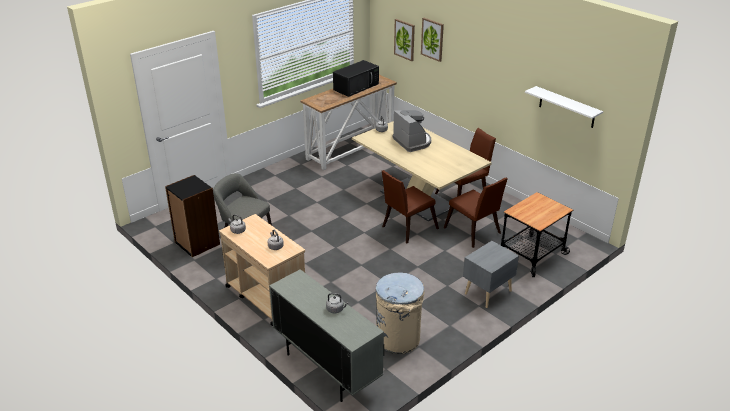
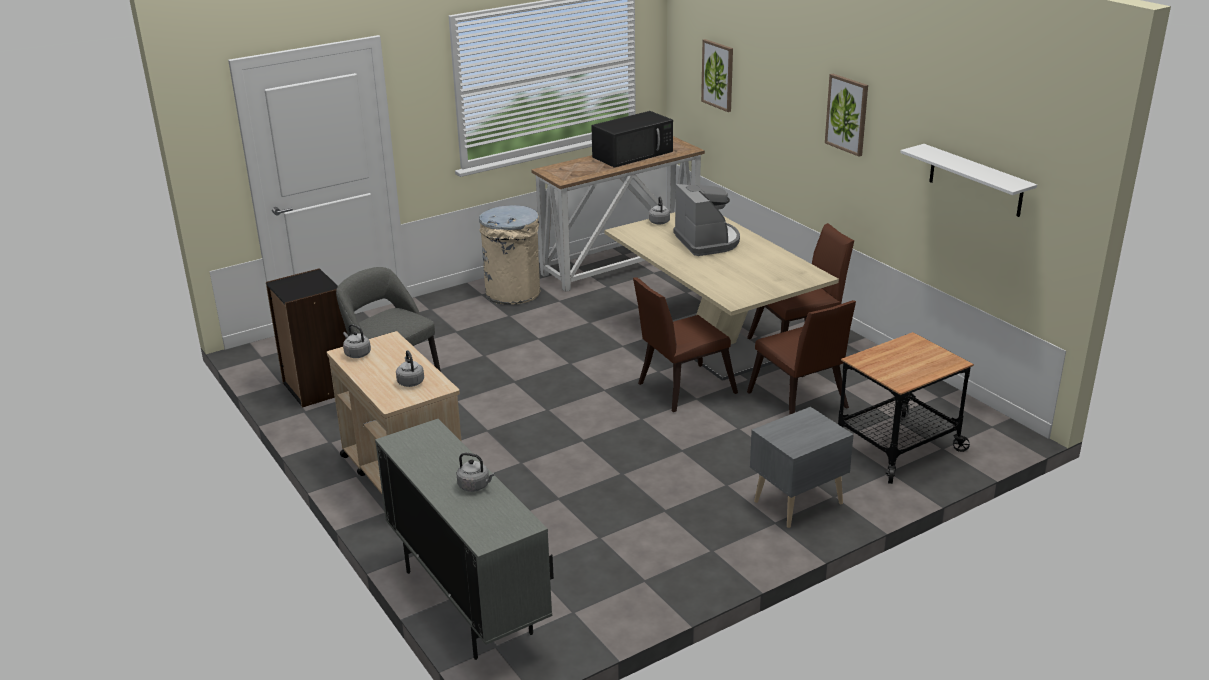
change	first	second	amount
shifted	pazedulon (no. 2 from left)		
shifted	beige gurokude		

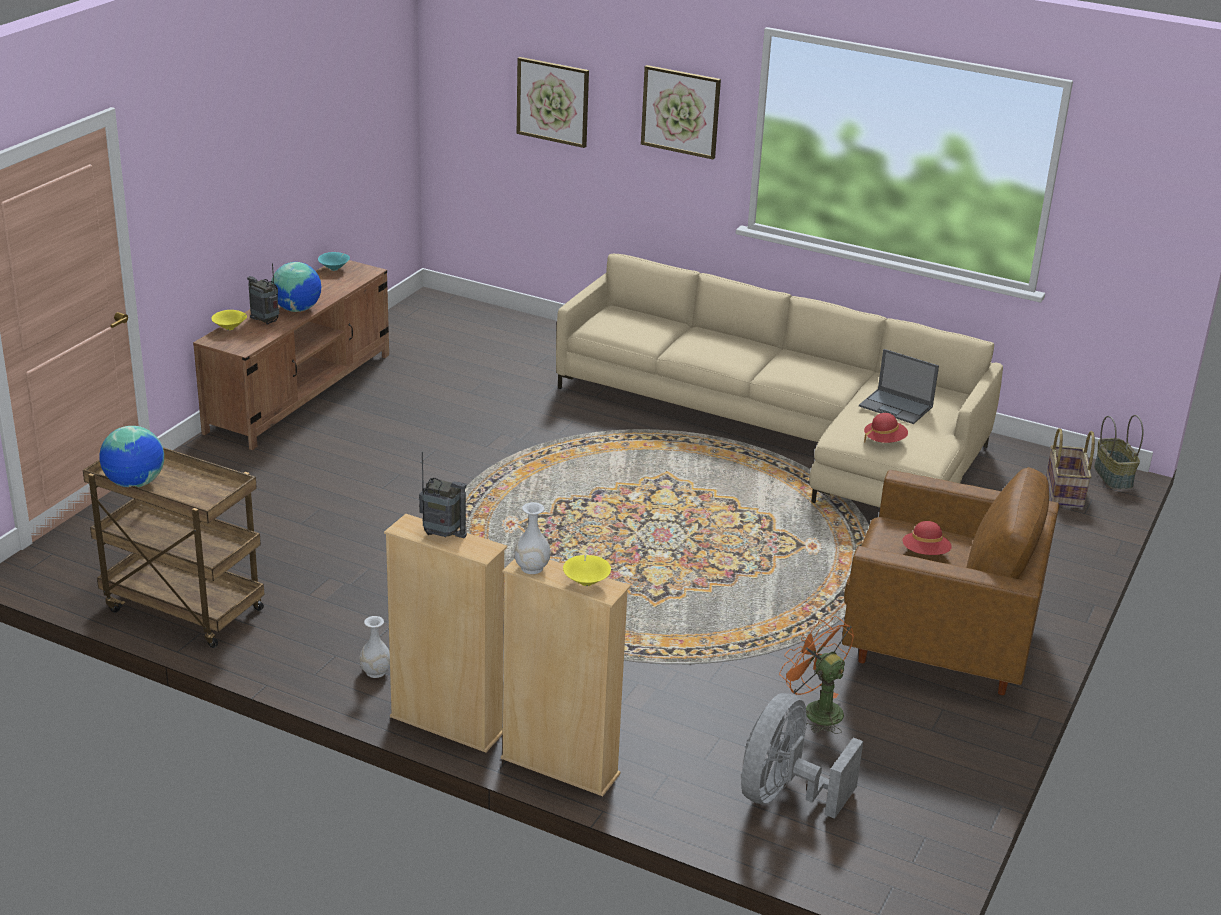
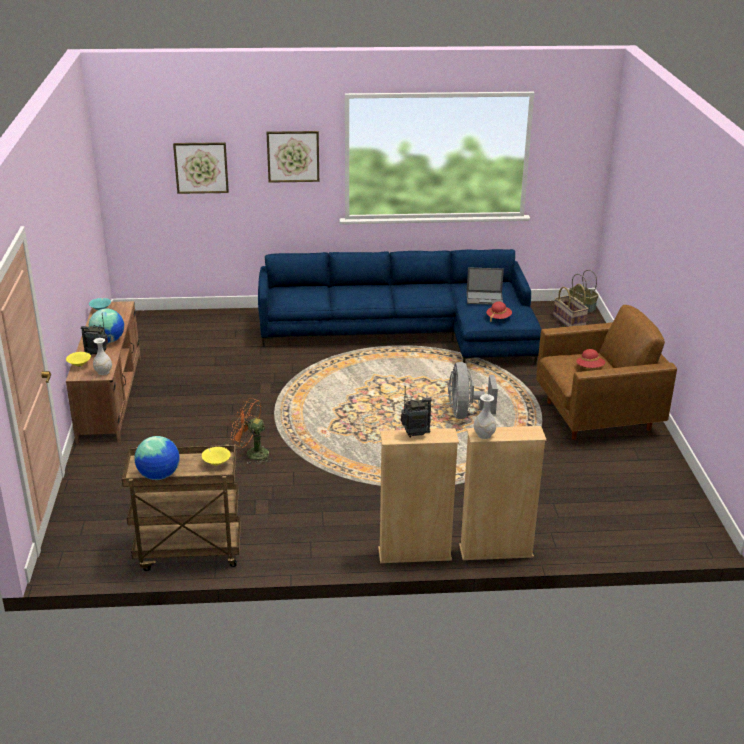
change	first	second	amount
repainted	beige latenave	blue latenave	
shifted	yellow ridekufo (no. 2 from left)		
shifted	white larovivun (no. 1 from left)		
shifted	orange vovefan		
shifted	grey vovefan		

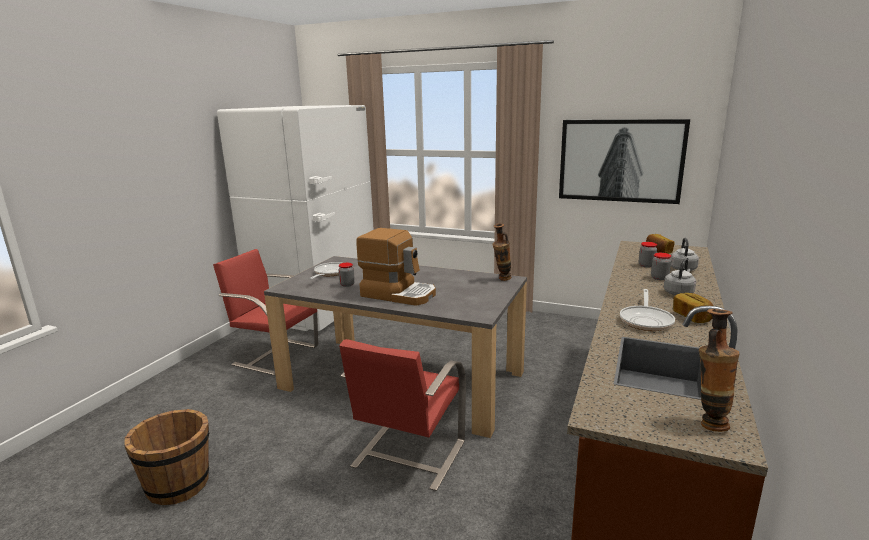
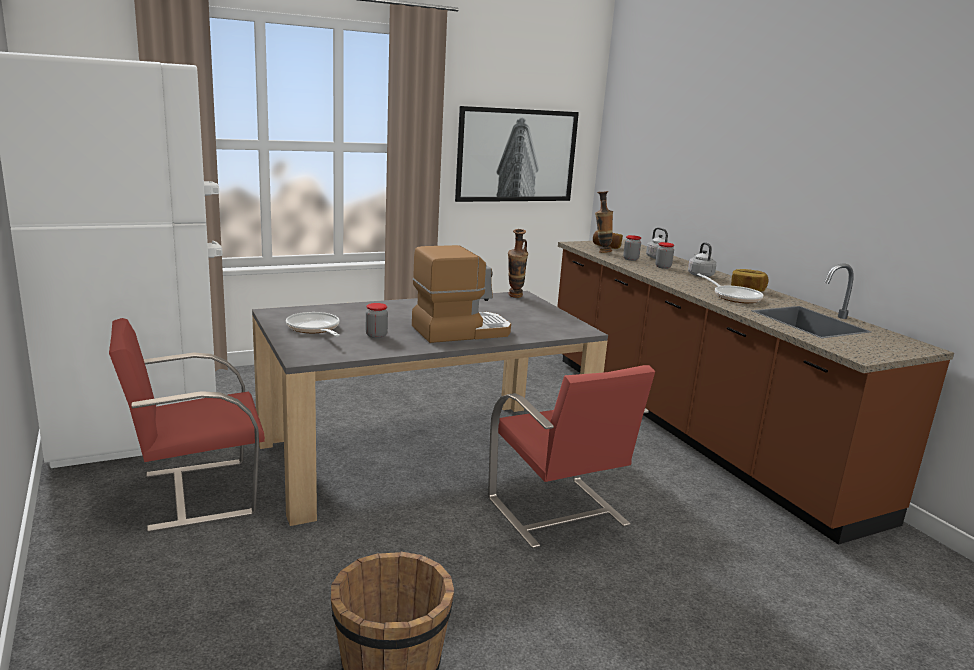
change	first	second	amount
shifted	larovivun (no. 2 from left)		

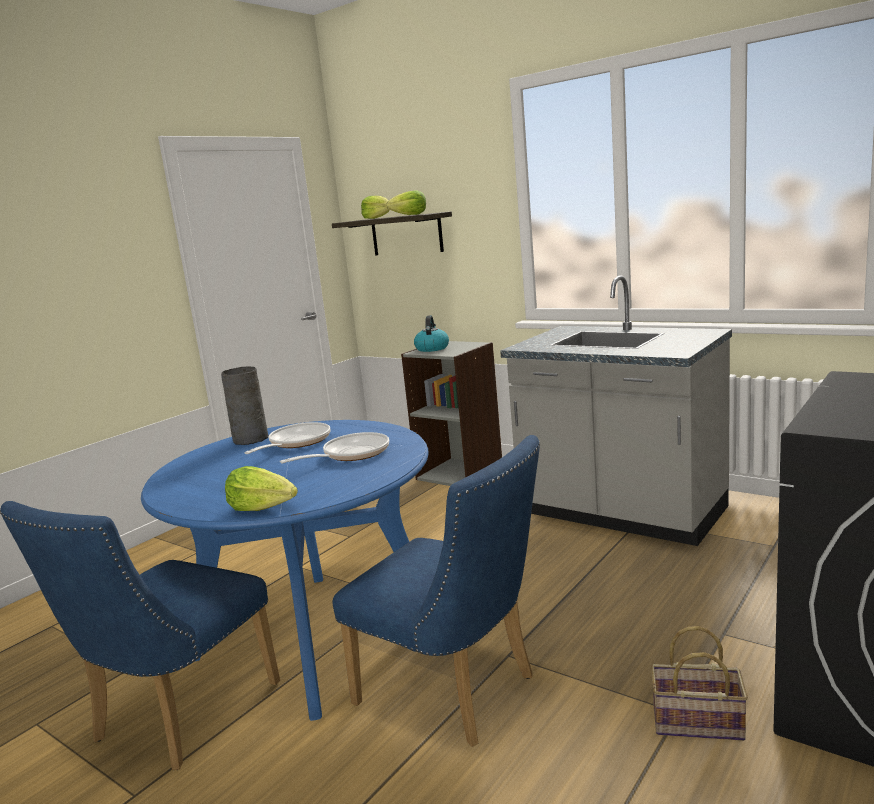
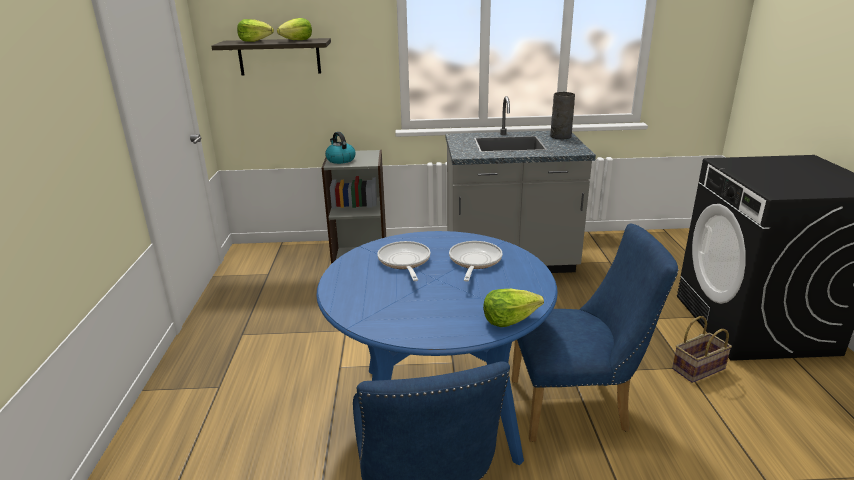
change	first	second	amount
shifted	grey larovivun		

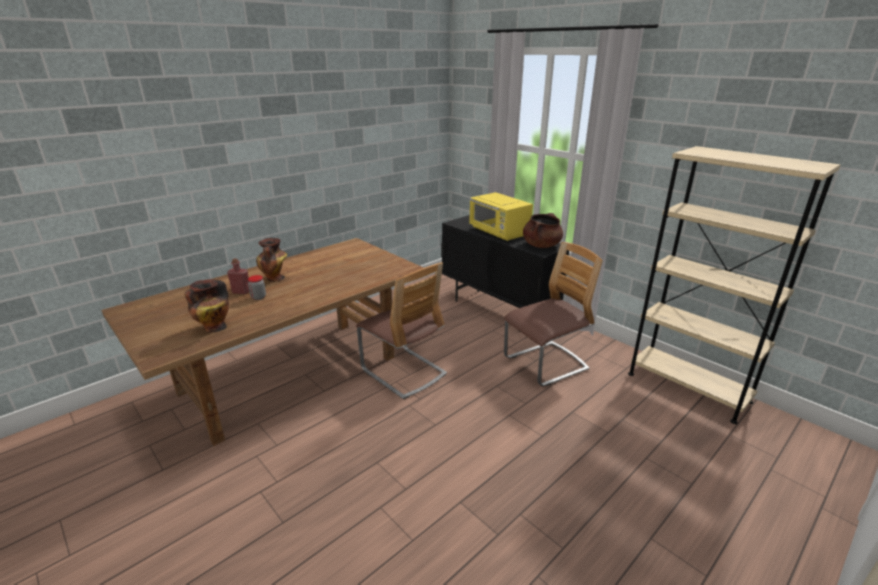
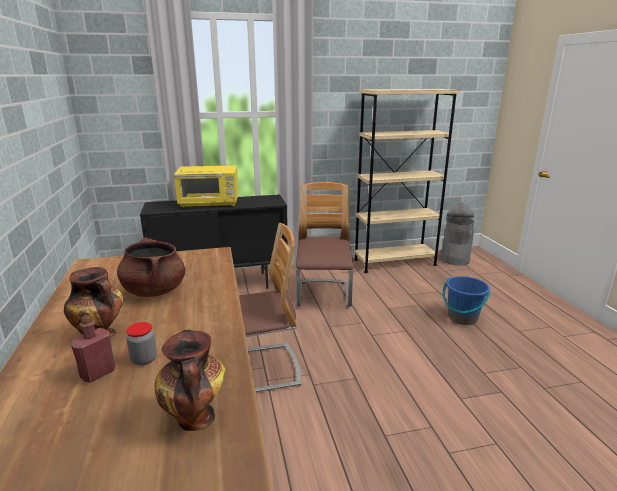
change	first	second	amount
shifted	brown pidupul		
new		grey gurokude	
new		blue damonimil	

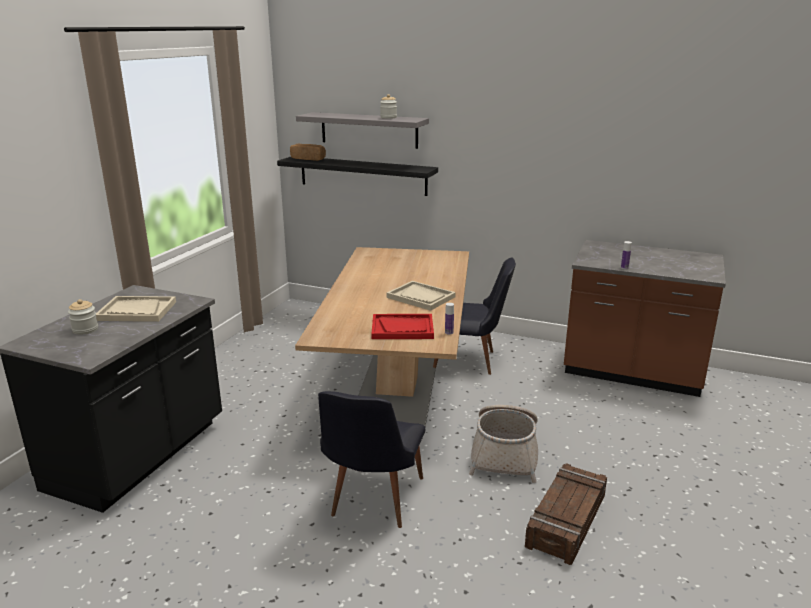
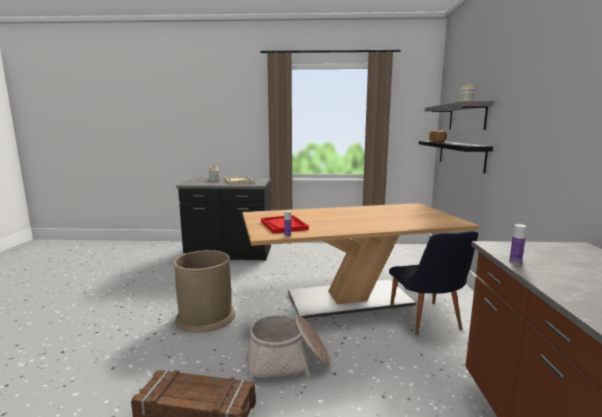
change	first	second	amount
gone	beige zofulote (no. 2 from left)		
swapped	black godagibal (no. 1 from left)	brown gurokude	

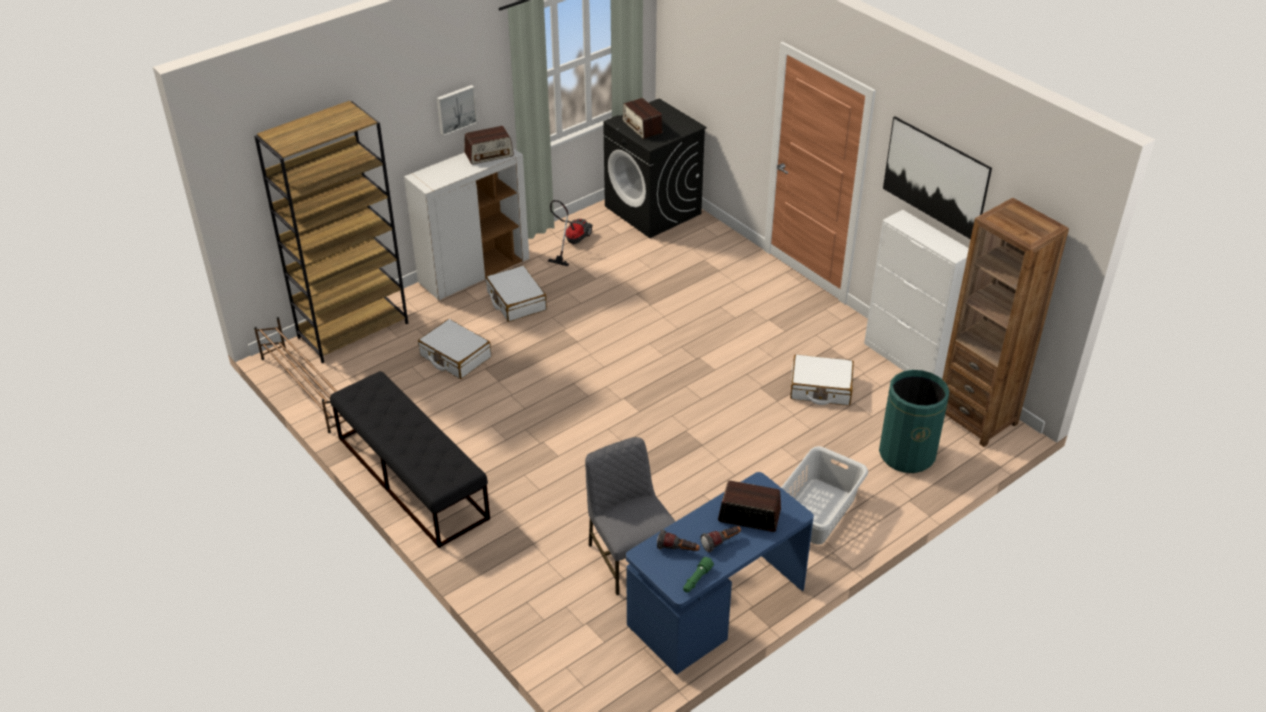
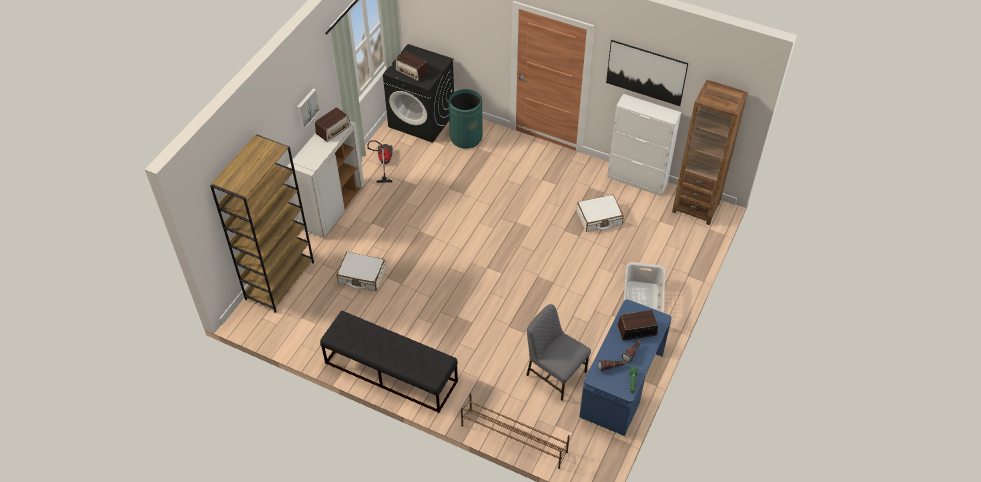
change	first	second	amount
gone	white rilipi (no. 2 from left)		
shifted	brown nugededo		
shifted	green gurokude		

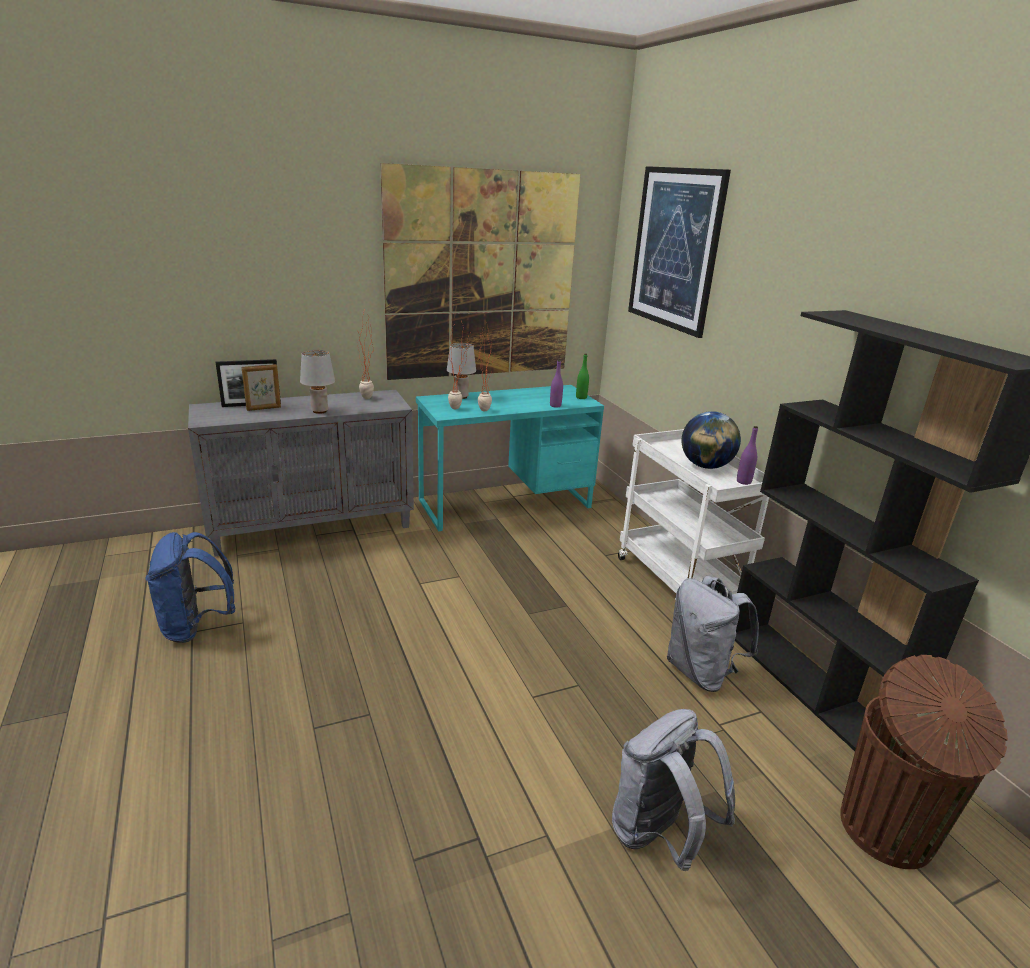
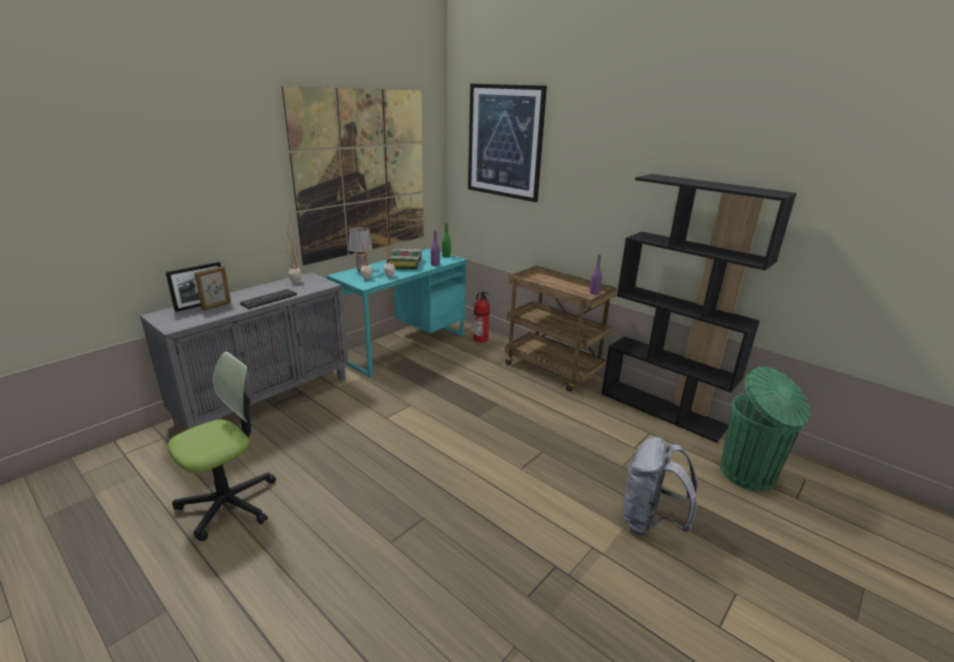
change	first	second	amount
swapped	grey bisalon (no. 1 from left)	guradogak	
gone	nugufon		
repainted	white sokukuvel	brown sokukuvel	
swapped	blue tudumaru	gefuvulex	
gone	grey tudumaru (no. 2 from left)		
repainted	brown gurokude	green gurokude	
new		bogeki	
new		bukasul	

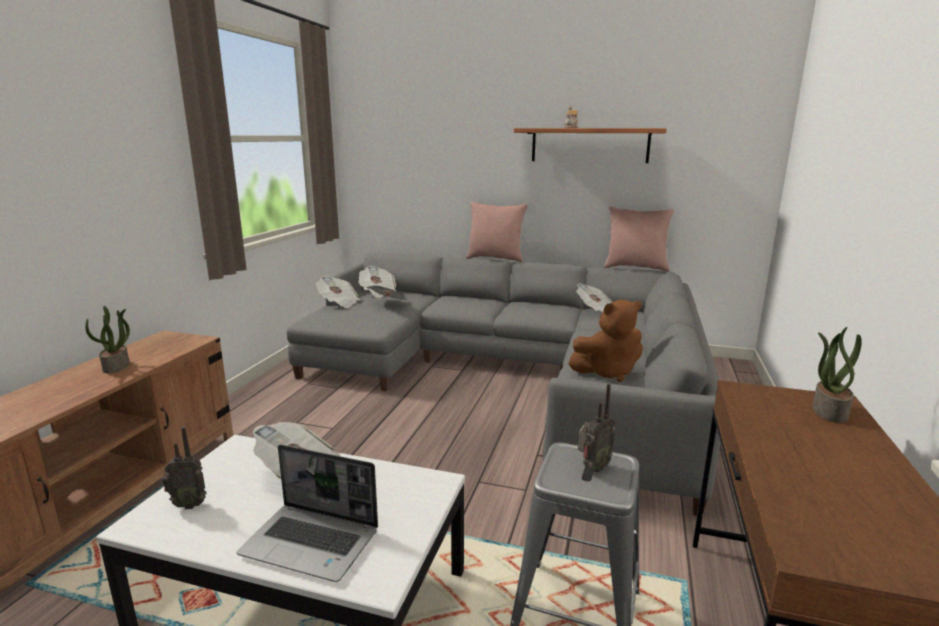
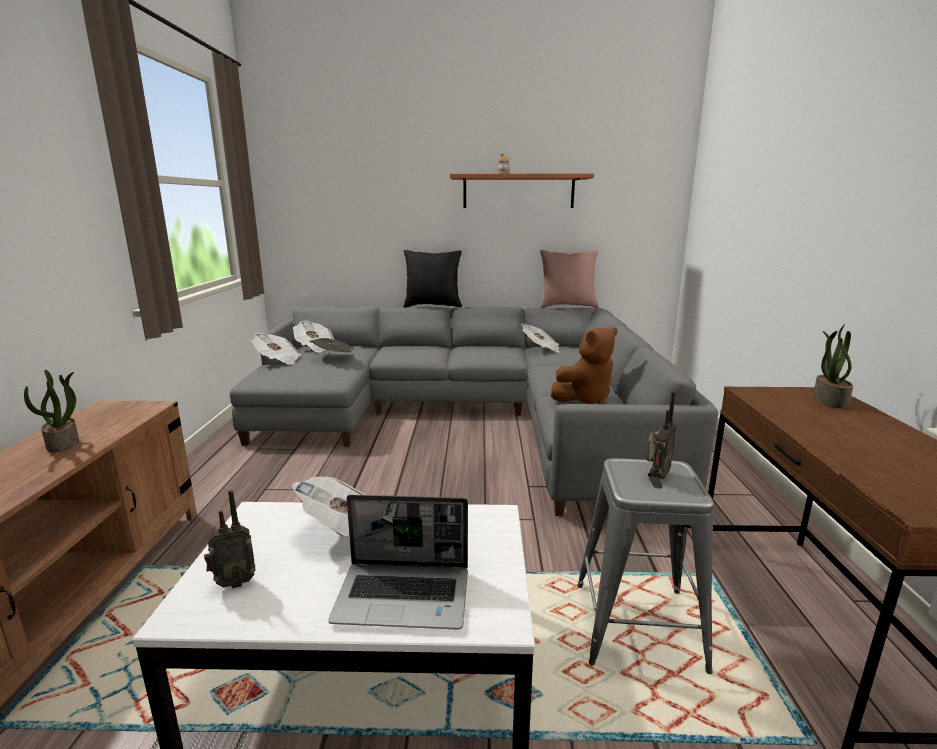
change	first	second	amount
repainted	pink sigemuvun (no. 1 from left)	black sigemuvun	

